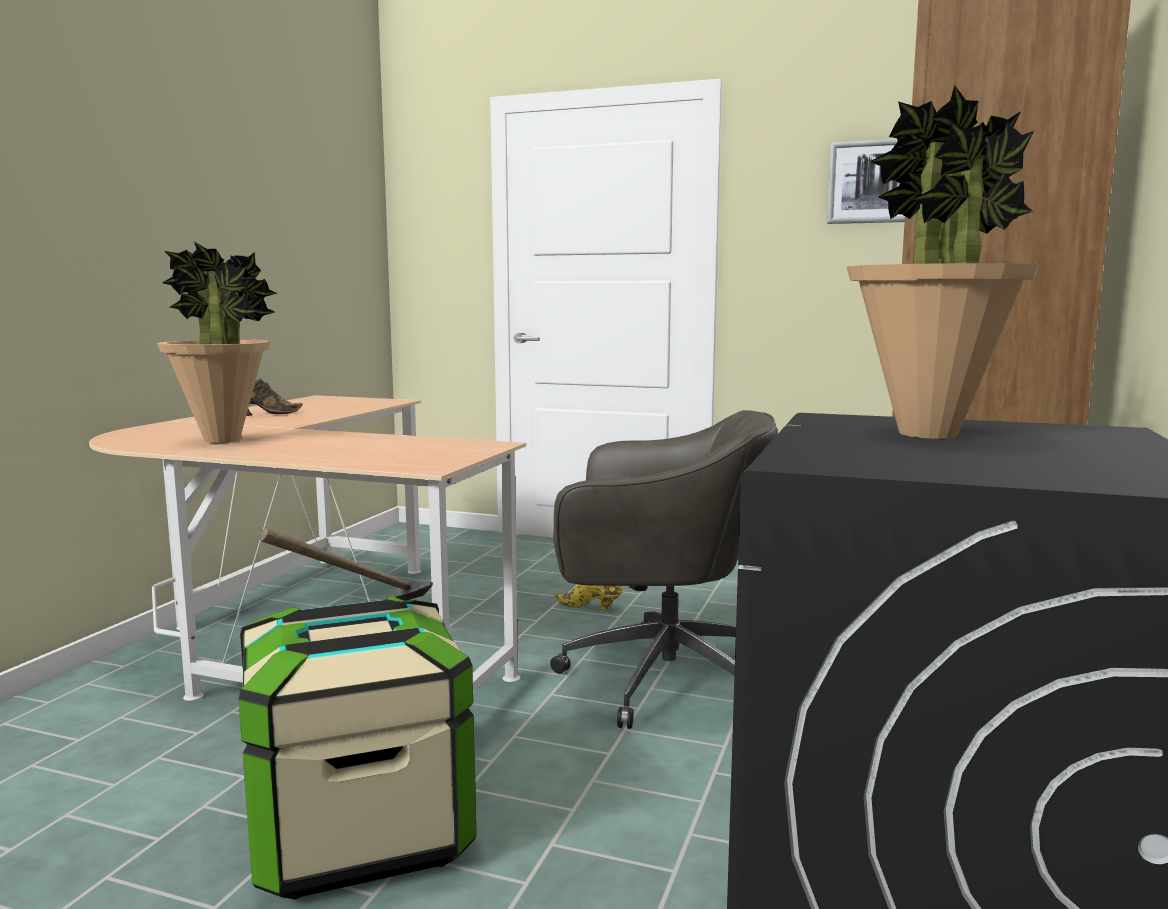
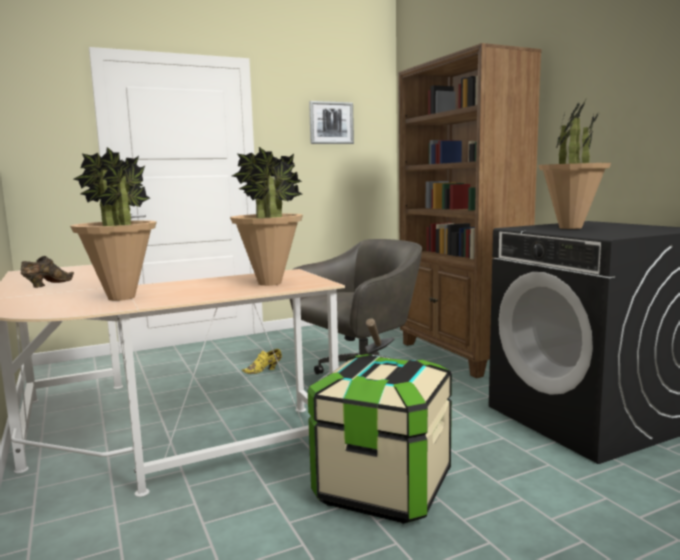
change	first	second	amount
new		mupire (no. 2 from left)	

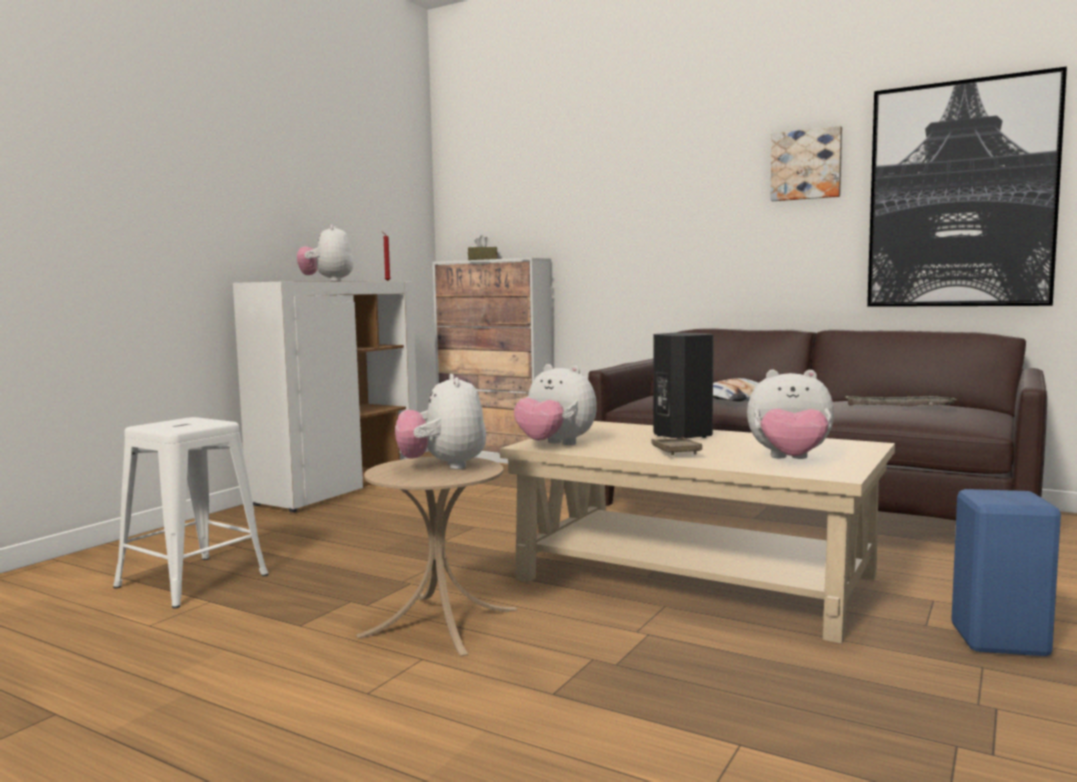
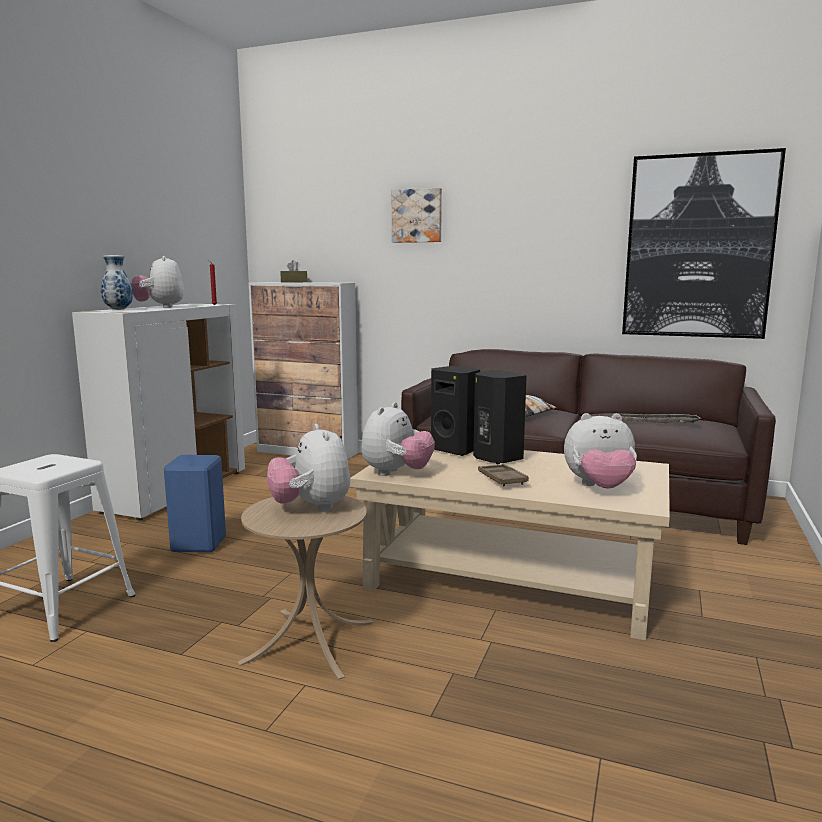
change	first	second	amount
shifted	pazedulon (no. 1 from left)		
rotated	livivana (no. 3 from left)		90 degrees counterclockwise
shifted	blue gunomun		
new		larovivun	
new		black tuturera (no. 1 from left)	

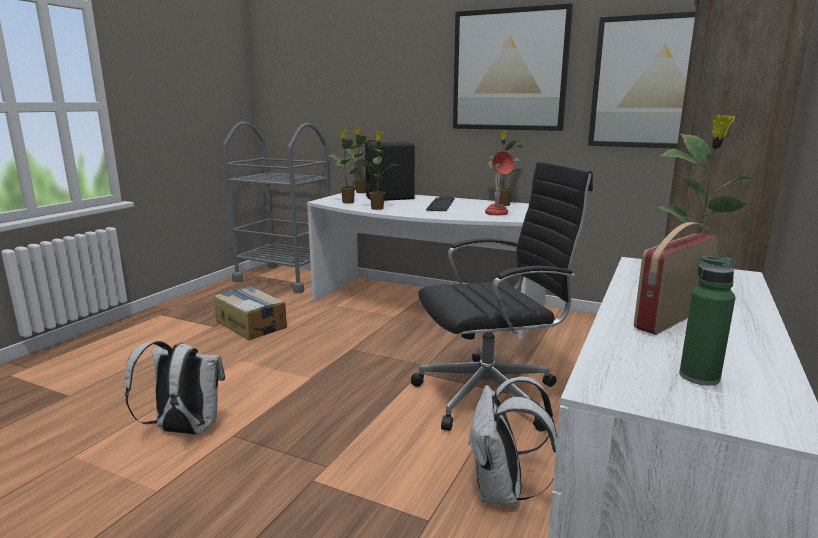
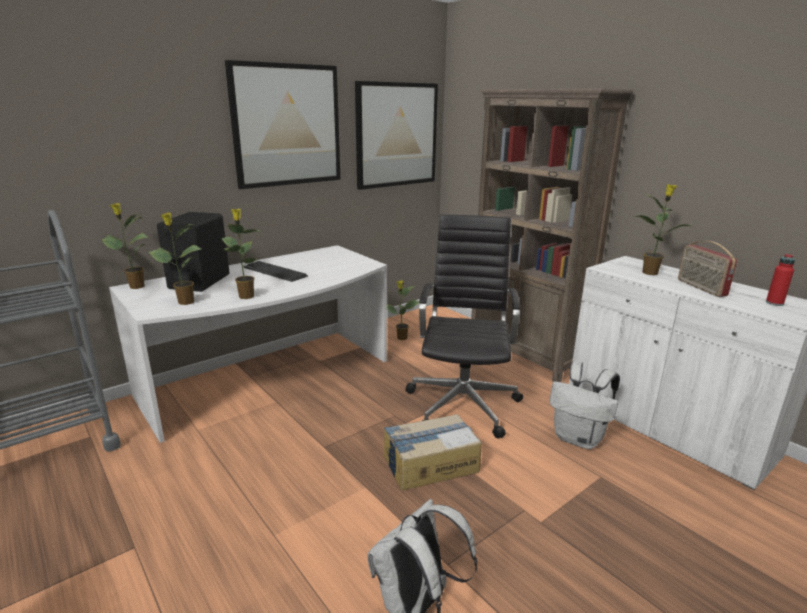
change	first	second	amount
shifted	mupire (no. 4 from left)		
gone	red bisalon		
repainted	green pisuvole	red pisuvole	
shifted	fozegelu		

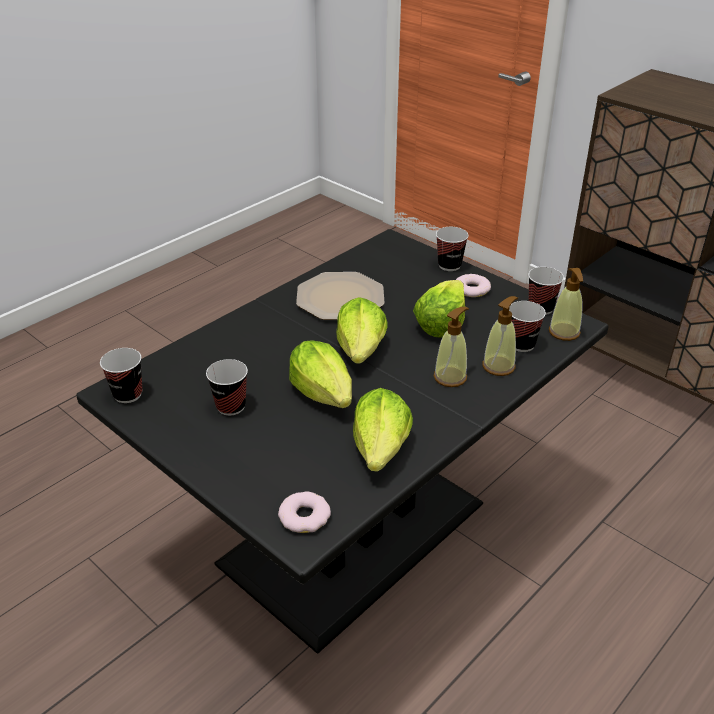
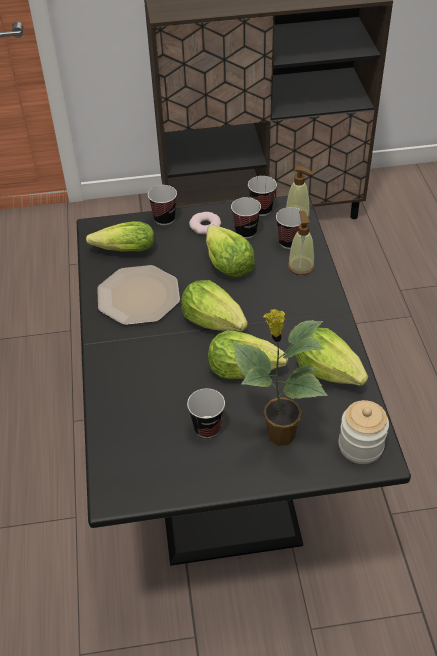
change	first	second	amount
gone	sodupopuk (no. 1 from left)		
shifted	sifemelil (no. 1 from left in the first image)	sifemelil (no. 3 from left)	
swapped	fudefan (no. 1 from left)	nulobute	
new		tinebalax (no. 1 from left)	
new		mupire	

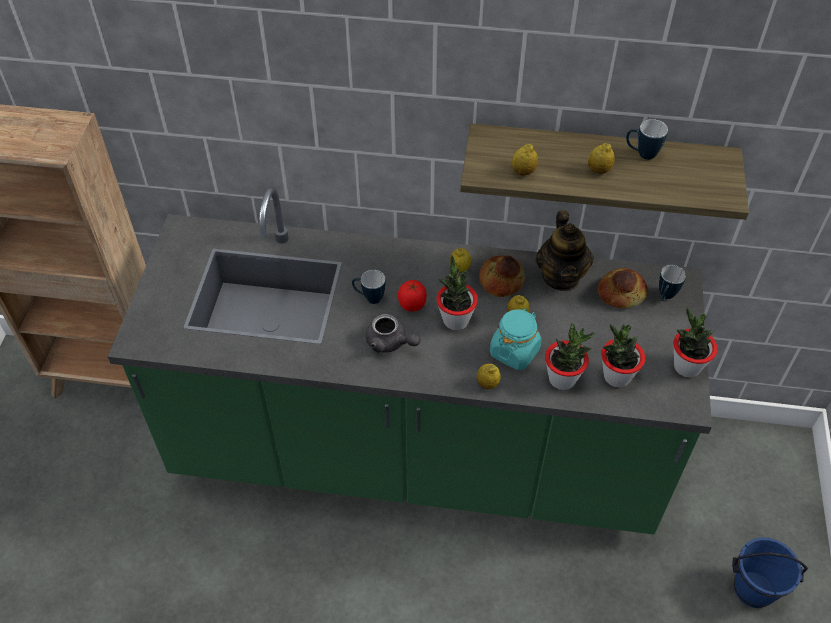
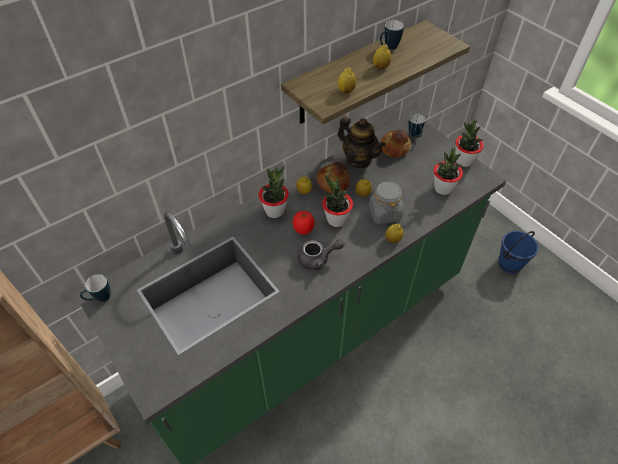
change	first	second	amount
shifted	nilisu (no. 1 from left)		
repainted	turquoise nulobute	grey nulobute	
shifted	mupire (no. 2 from left in the first image)	mupire (no. 1 from left)	

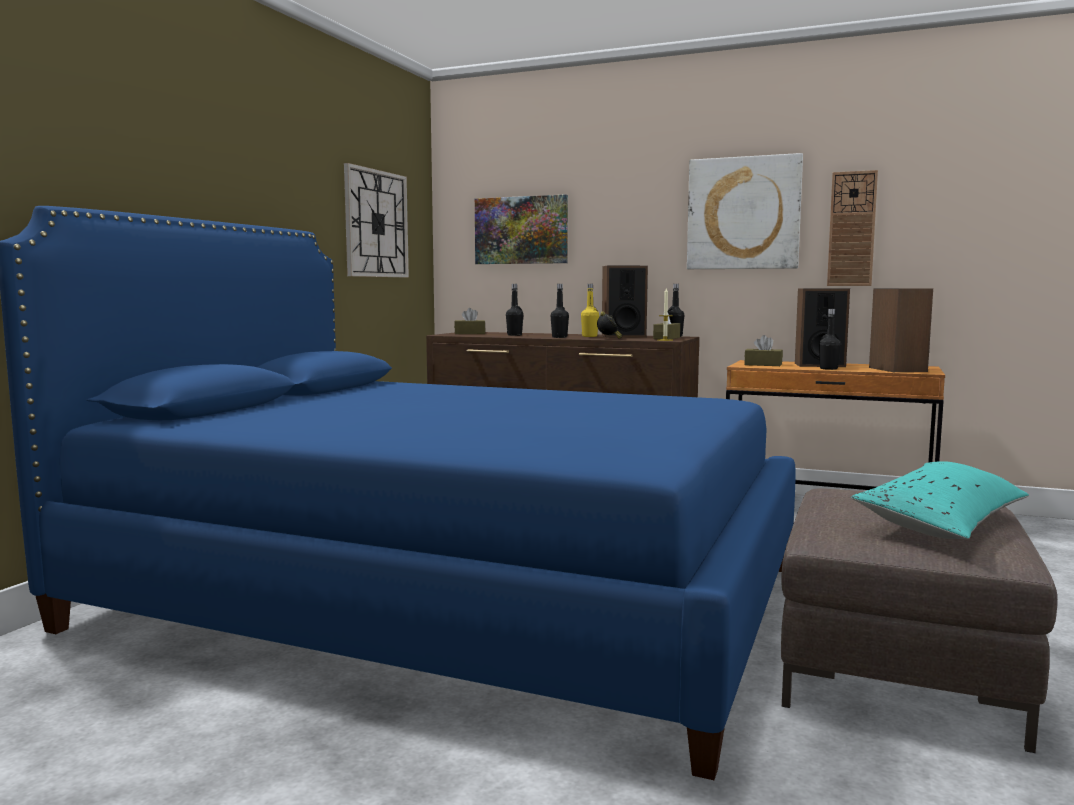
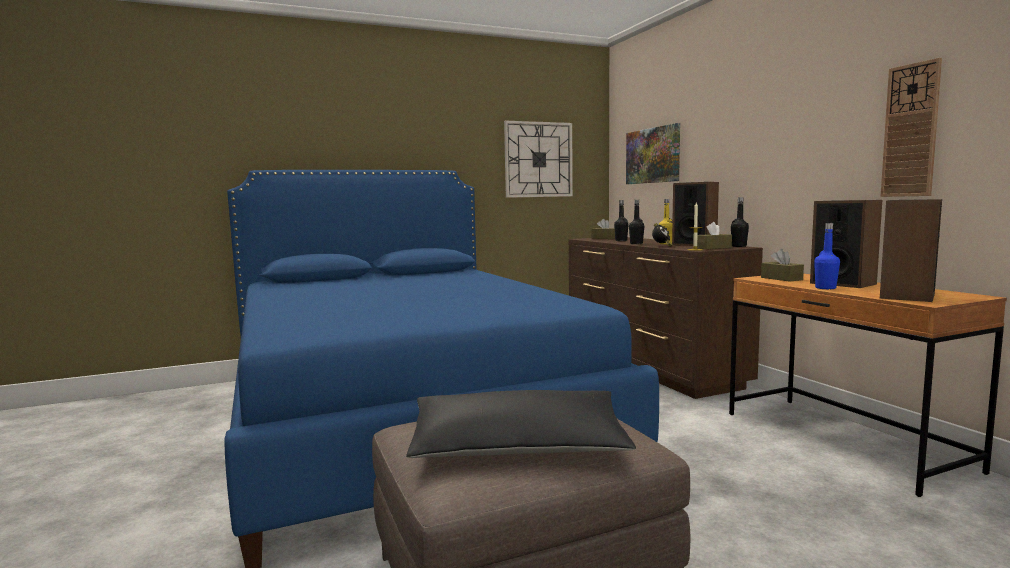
change	first	second	amount
gone	pazedulon (no. 2 from left)		
repainted	black pisuvole (no. 4 from left)	blue pisuvole	
repainted	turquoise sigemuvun	black sigemuvun	

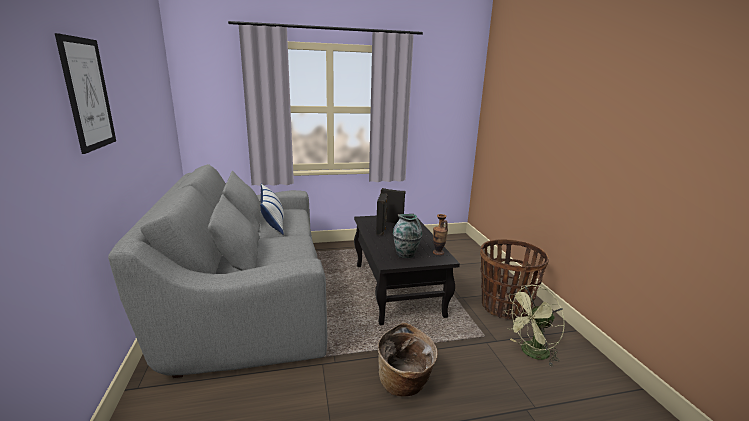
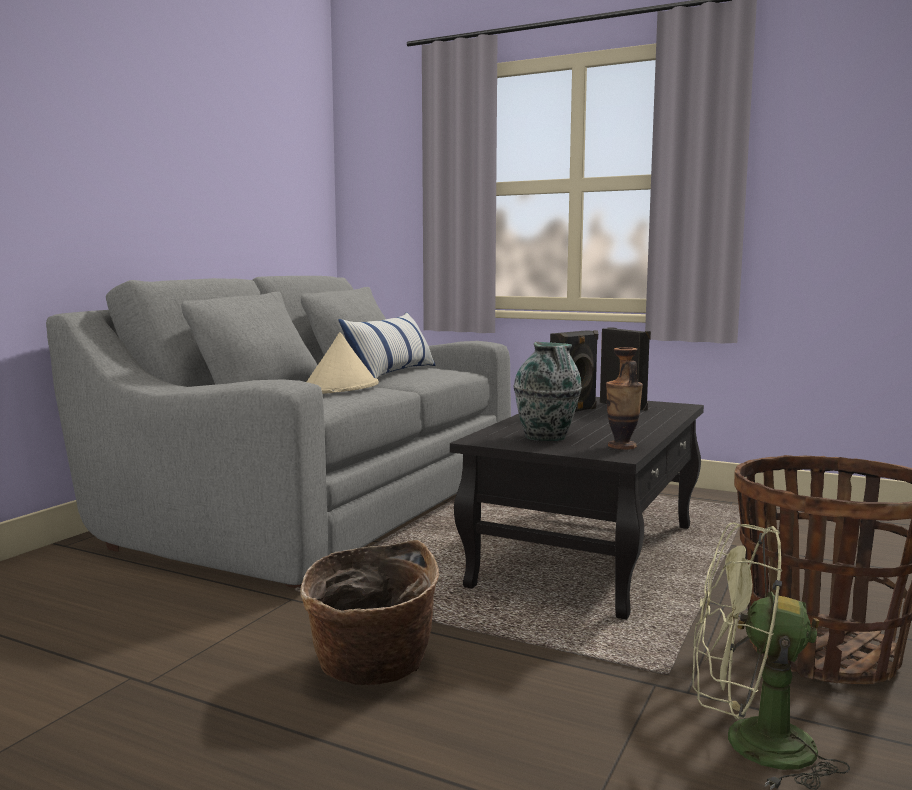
change	first	second	amount
gone	pazedulon		
new		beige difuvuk	

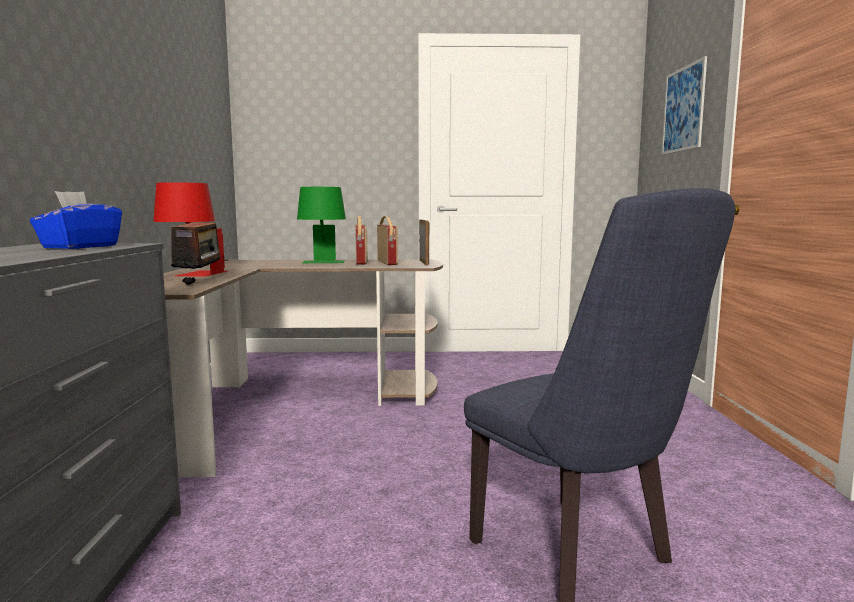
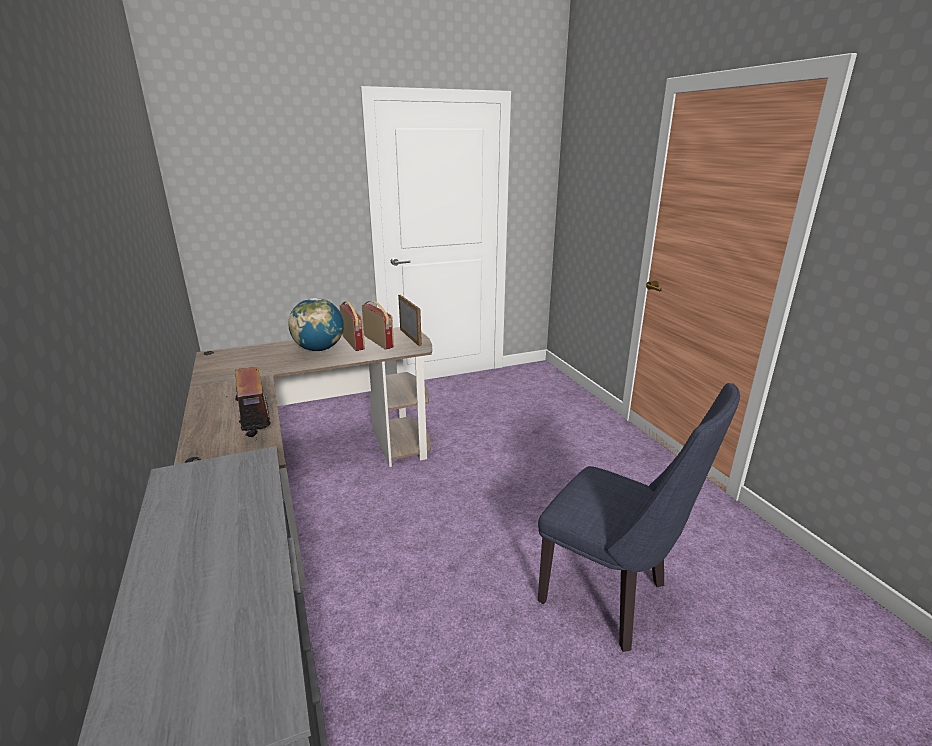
change	first	second	amount
gone	pazedulon		
gone	red bisalon		
swapped	green bisalon	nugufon	
gone	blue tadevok		

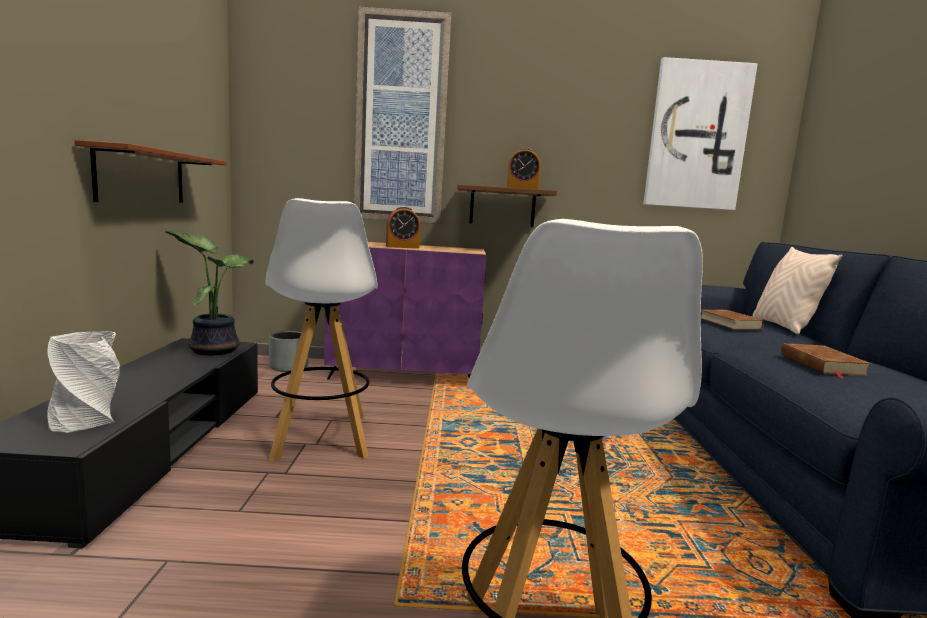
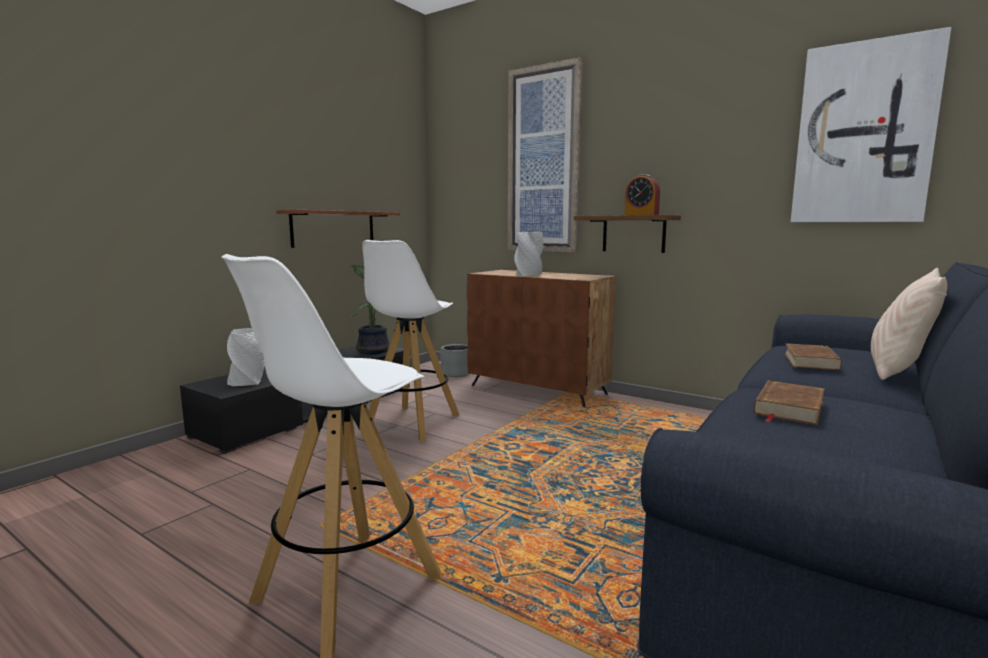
change	first	second	amount
swapped	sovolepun (no. 1 from left)	grey larovivun (no. 2 from left)	
repainted	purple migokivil	brown migokivil	

